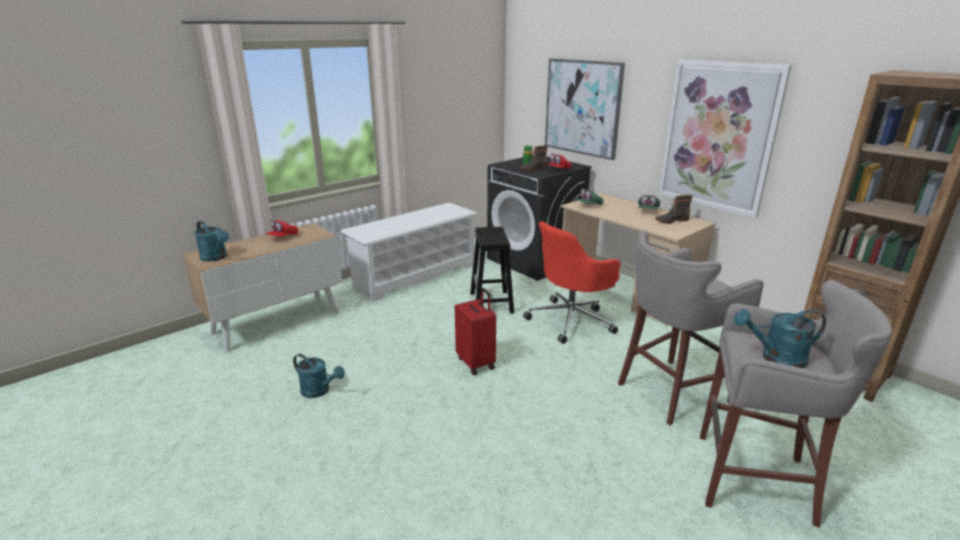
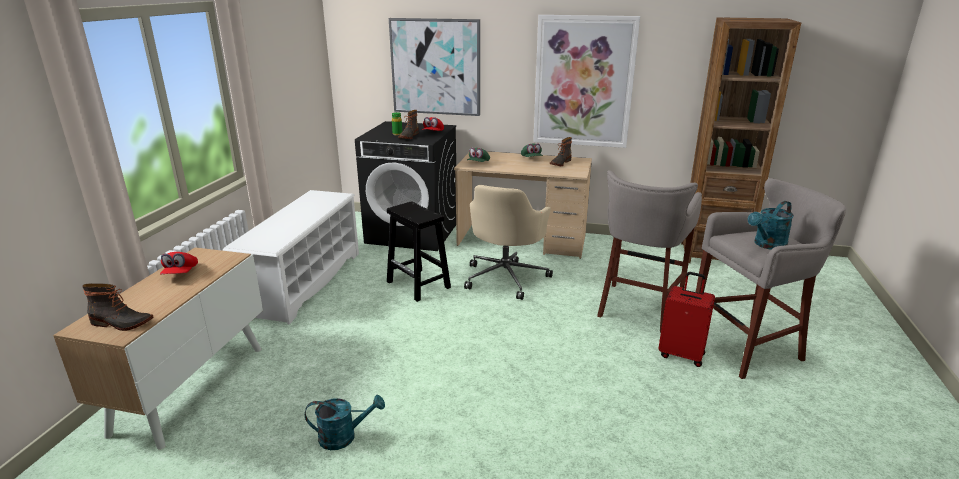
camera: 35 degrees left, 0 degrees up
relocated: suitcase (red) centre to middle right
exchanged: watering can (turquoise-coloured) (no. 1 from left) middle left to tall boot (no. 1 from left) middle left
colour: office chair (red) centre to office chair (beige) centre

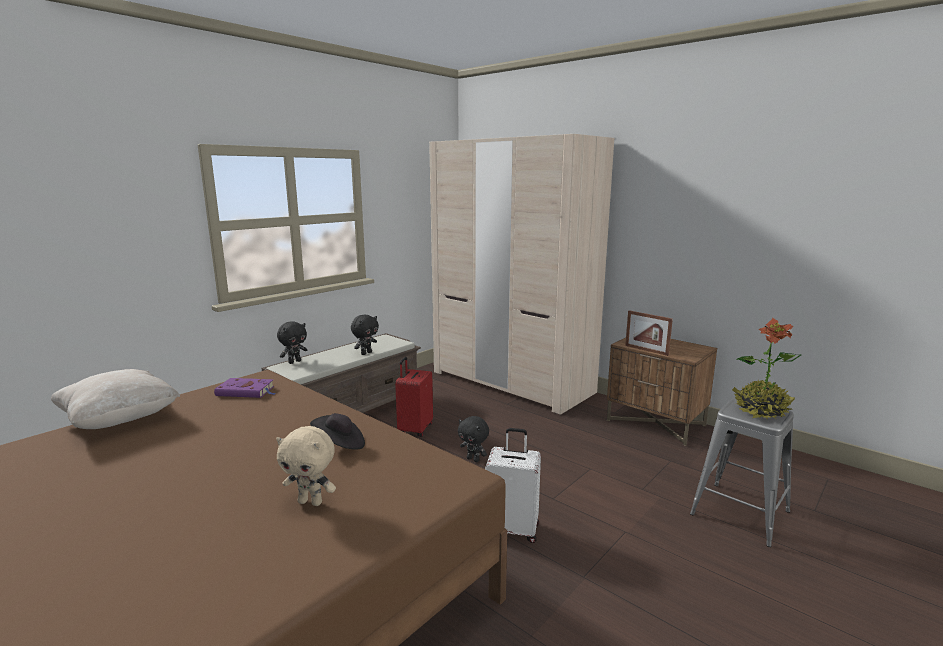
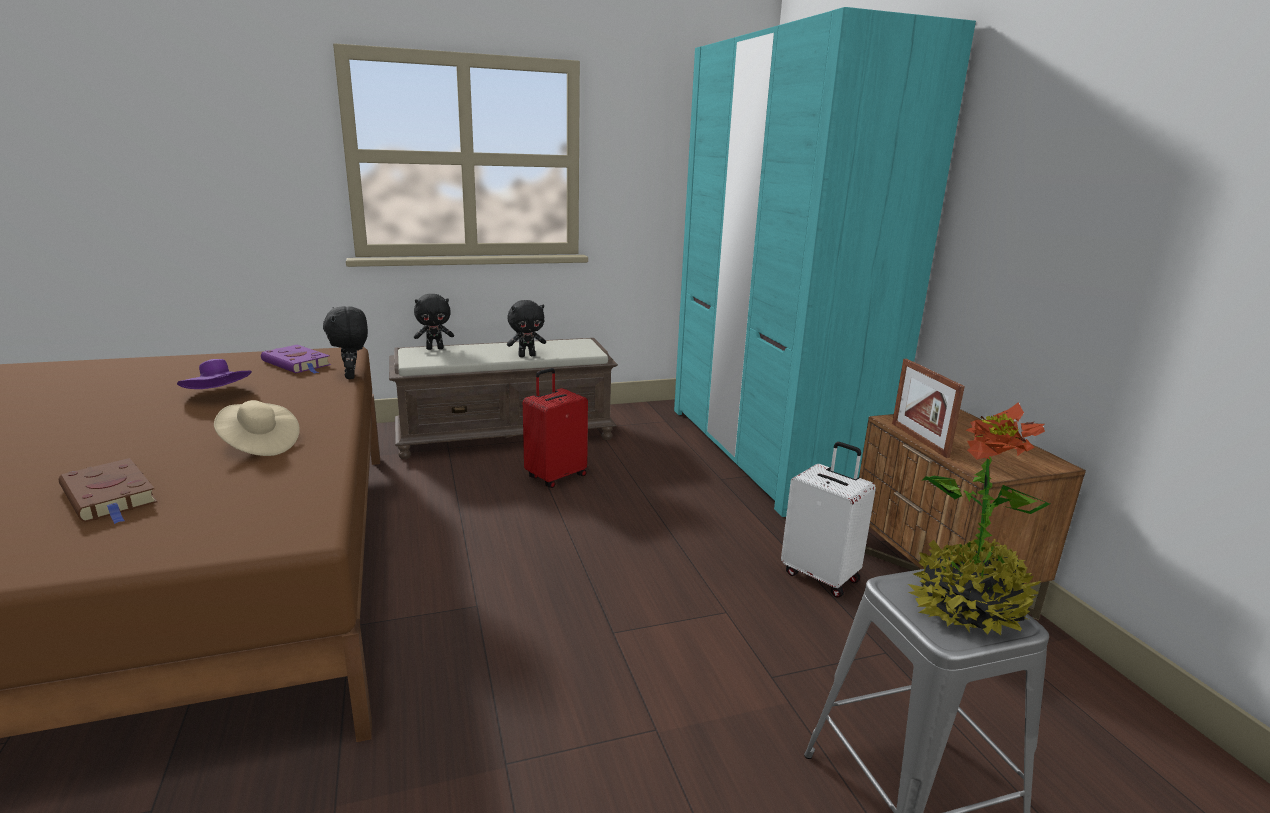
camera: 30 degrees right, 5 degrees up
missing: throw pillow (beige) middle left
appeared: wearable hat (purple) middle left
relocated: soft toy (black) (no. 3 from left in the first image) bottom centre to soft toy (black) (no. 1 from left) middle left; suitcase (white-coloured) bottom centre to centre
exchanged: soft toy (beige) bottom left to volume (brown-coloured) middle left
colour: wearable hat (black) bottom centre to wearable hat (beige) middle left; clothes cupboard (beige) centre to clothes cupboard (turquoise-coloured) top centre

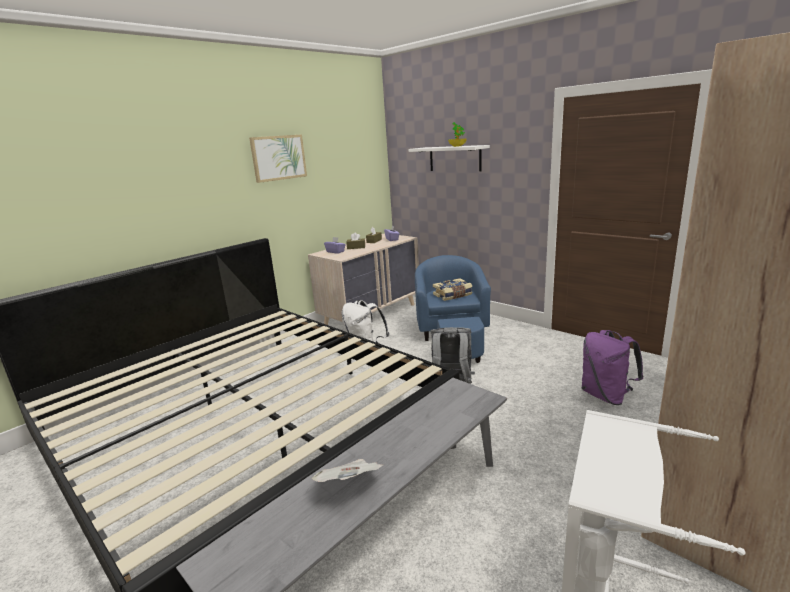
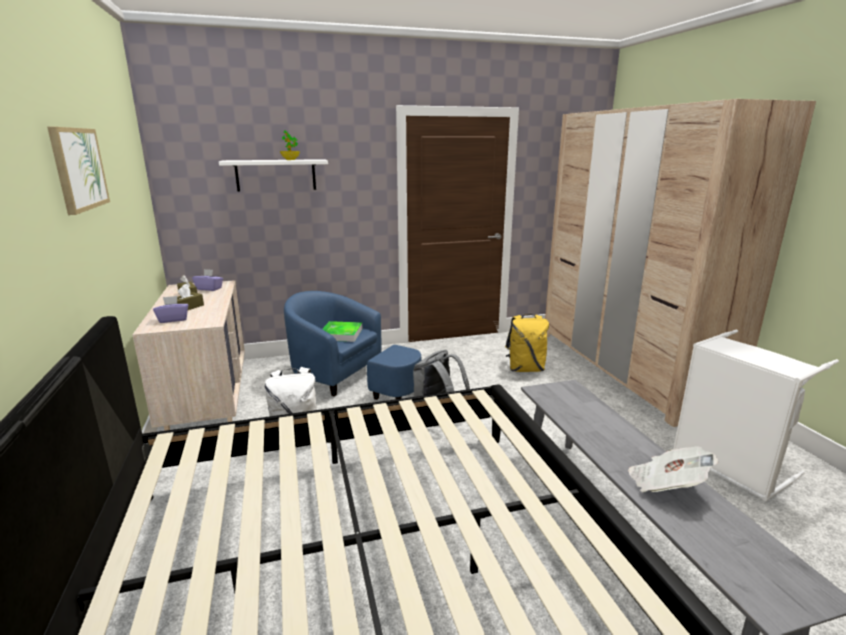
camera: 60 degrees left, 0 degrees up
exchanged: volume centre to carrying tray centre
colour: rucksack (purple) middle right to rucksack (yellowish) centre

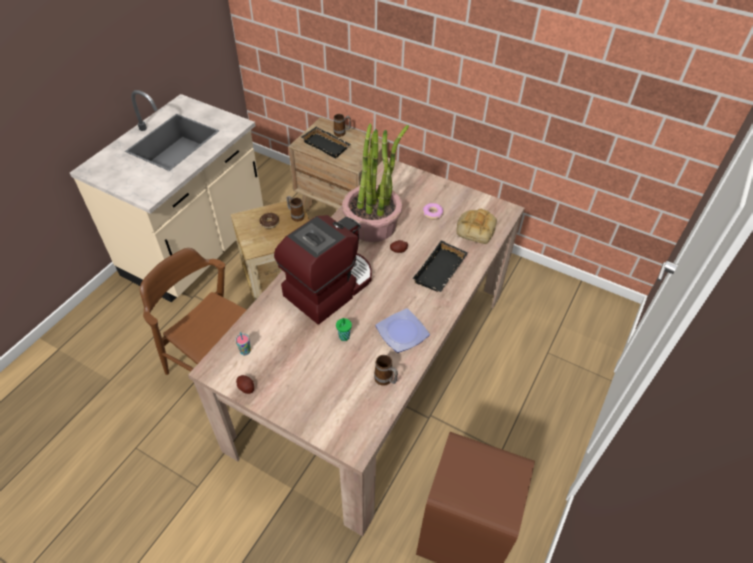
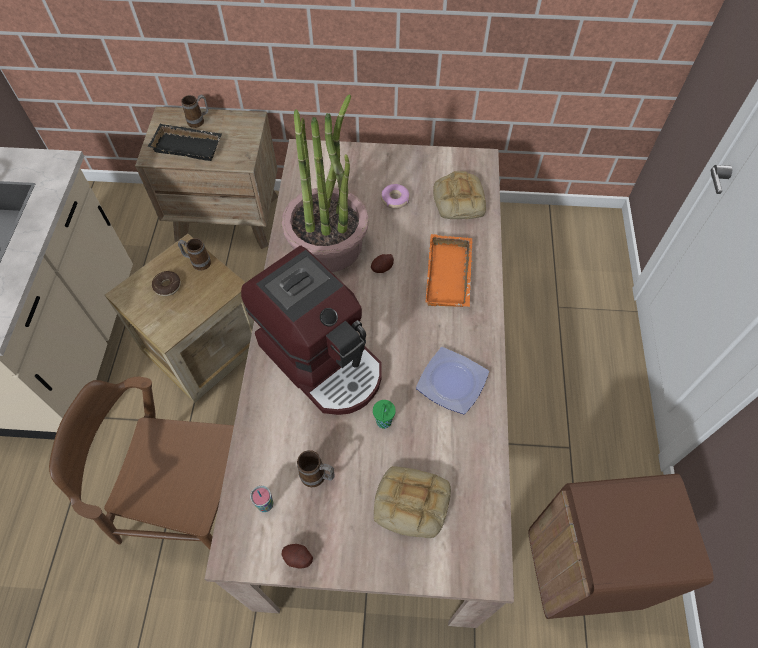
camera: 25 degrees left, 10 degrees up
appeared: bakery bread (no. 1 from left) bottom centre
relocated: coffee mug (no. 3 from left) centre to bottom centre
colour: carrying tray (black) (no. 2 from left) centre to carrying tray (orange-coloured) centre
spun: coffee brewer centre = centre 120 degrees clockwise

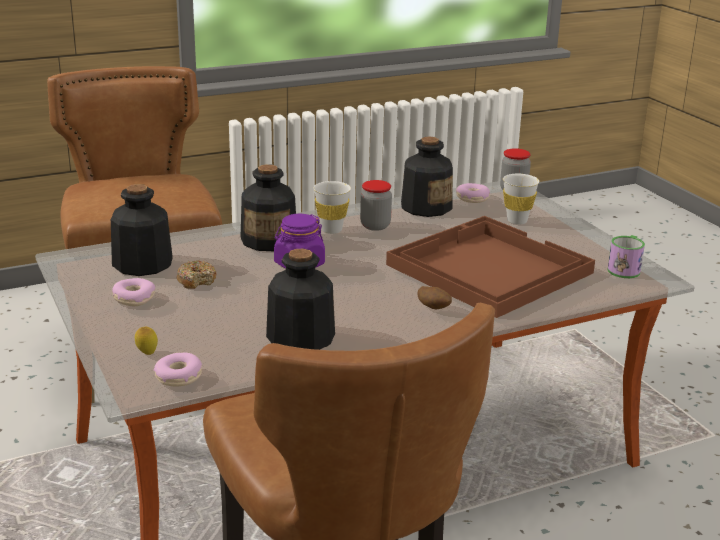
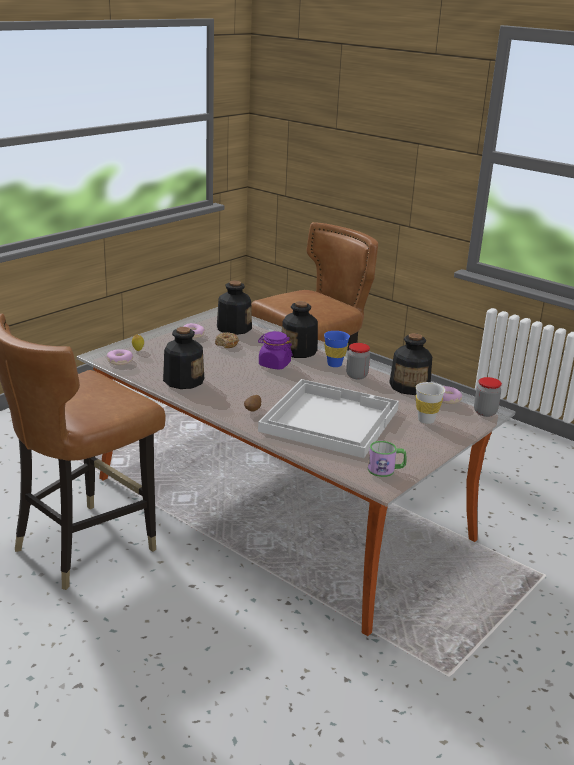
camera: 65 degrees right, 0 degrees up
colour: carrying tray (brown-coloured) middle right to carrying tray (white-coloured) centre; drinking cup (white-coloured) (no. 1 from left) centre to drinking cup (bluish) centre

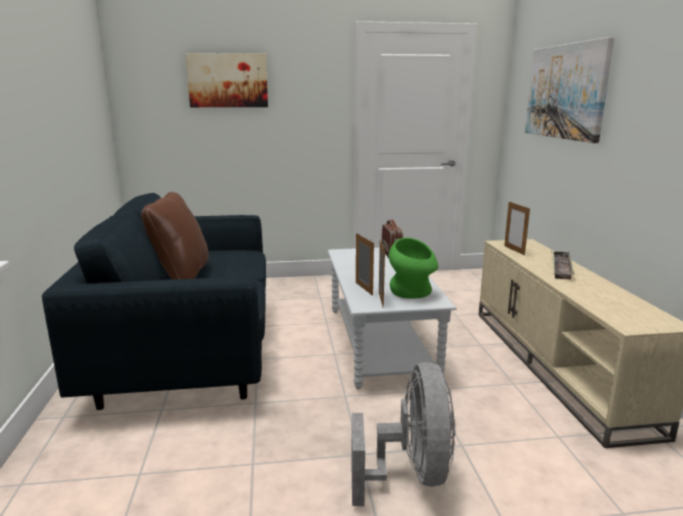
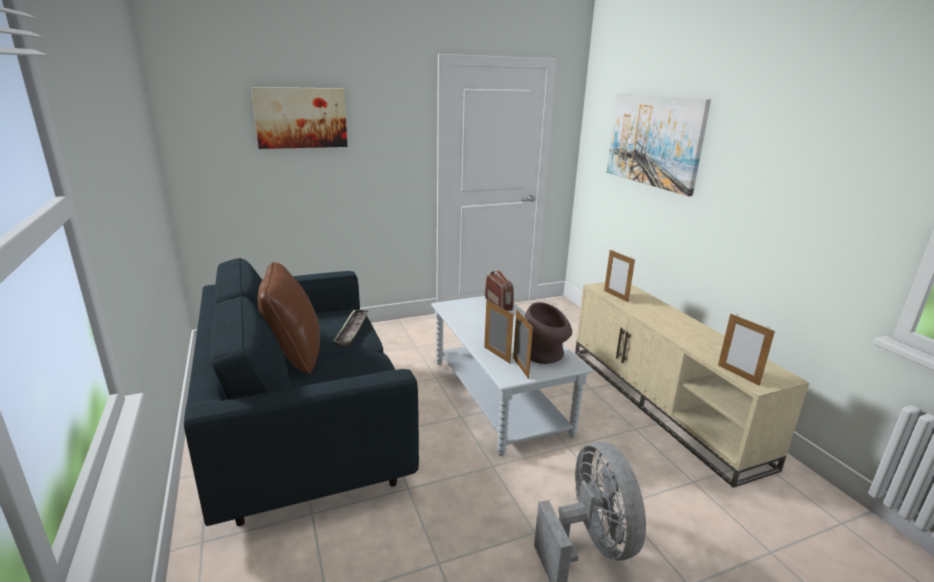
camera: 15 degrees left, 5 degrees up
appeared: picture frame (no. 4 from left) middle right
relocated: carrying tray middle right to centre
colour: flower vase (green-coloured) centre to flower vase (brown-coloured) centre

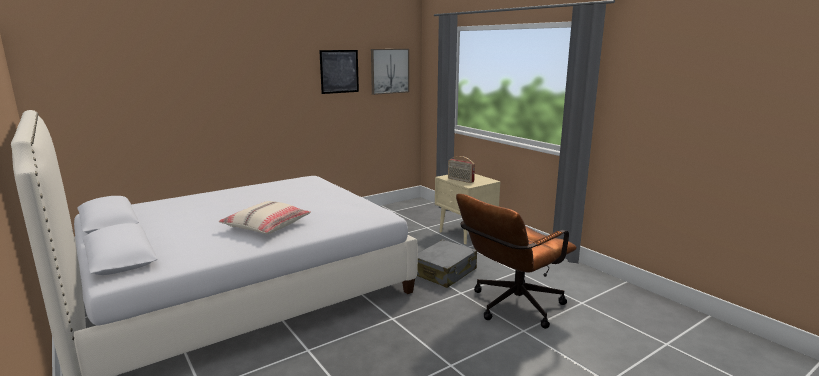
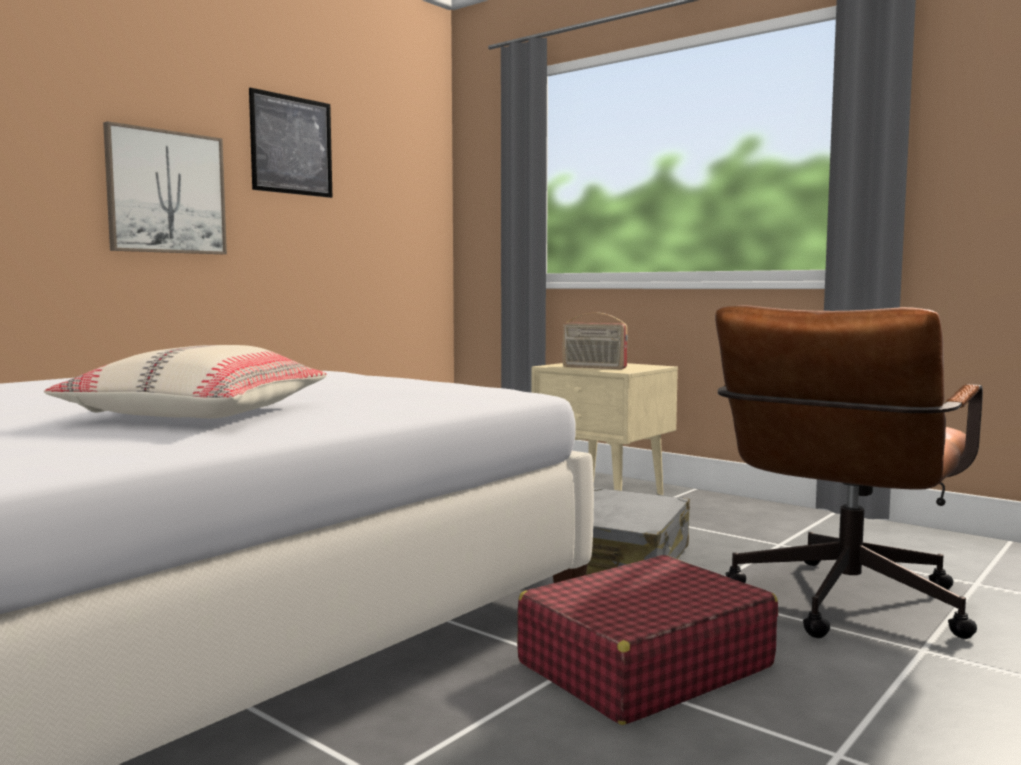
camera: 15 degrees left, 10 degrees down
appeared: suitcase (red) bottom centre
relocated: wall picture (no. 2 from left in the first image) top centre to wall picture (no. 1 from left) top left

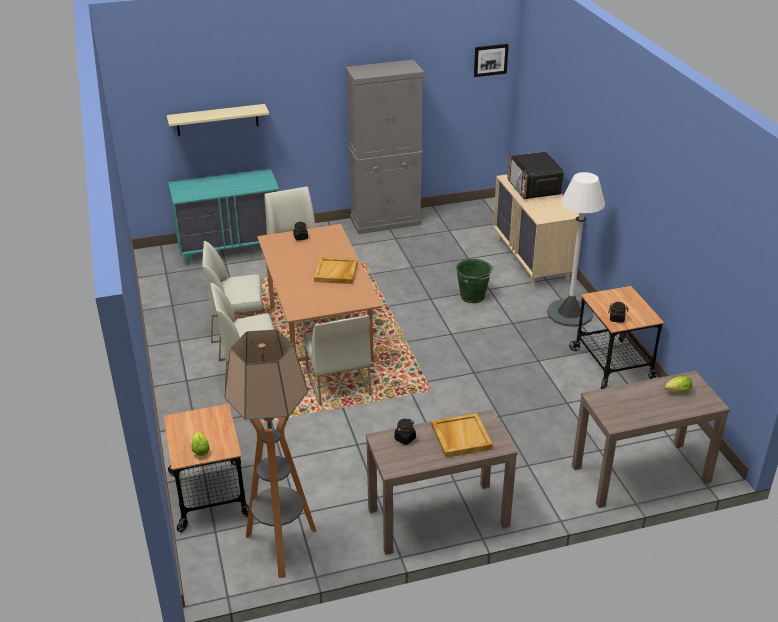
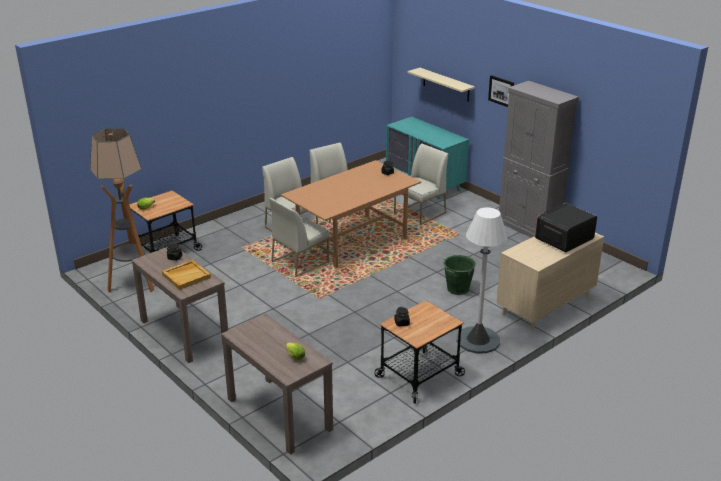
camera: 65 degrees right, 5 degrees down
missing: carrying tray (beige) (no. 1 from left) centre
relocated: wall picture top centre to top right

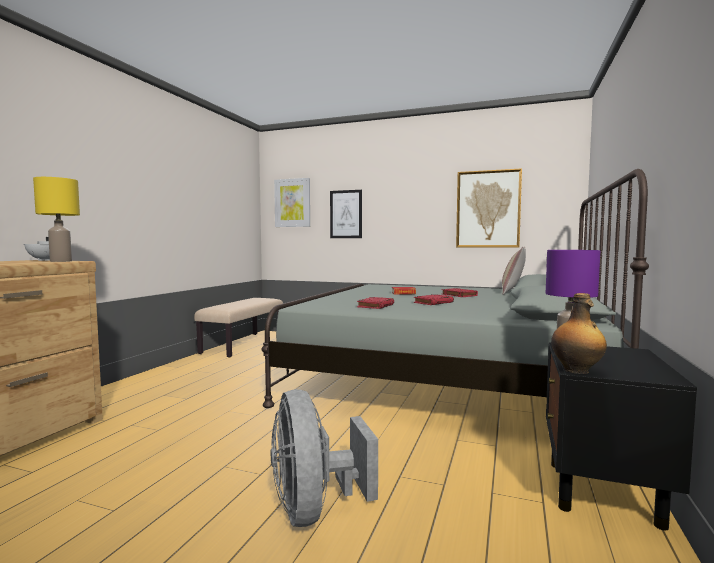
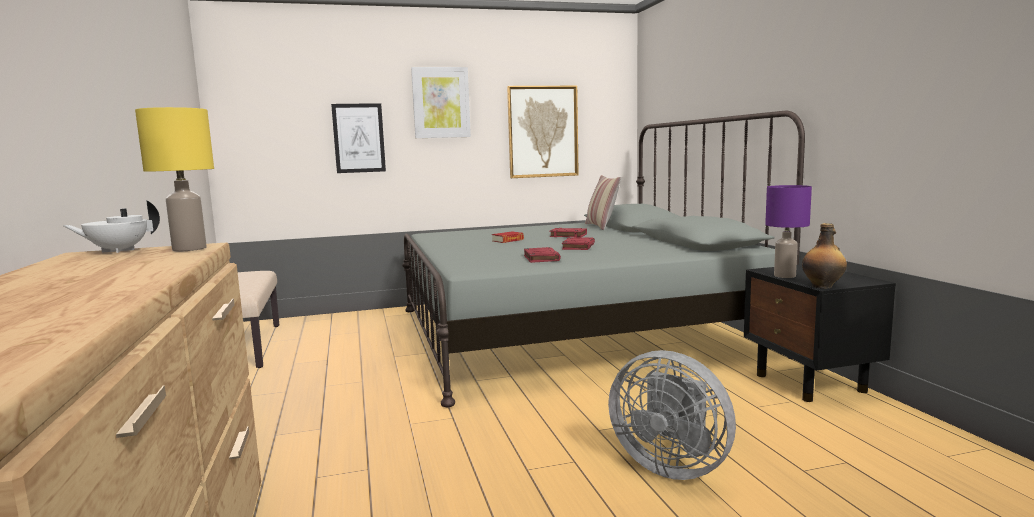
camera: 35 degrees left, 5 degrees up
relocated: wall picture (no. 1 from left in the first image) centre to wall picture (no. 2 from left) top centre

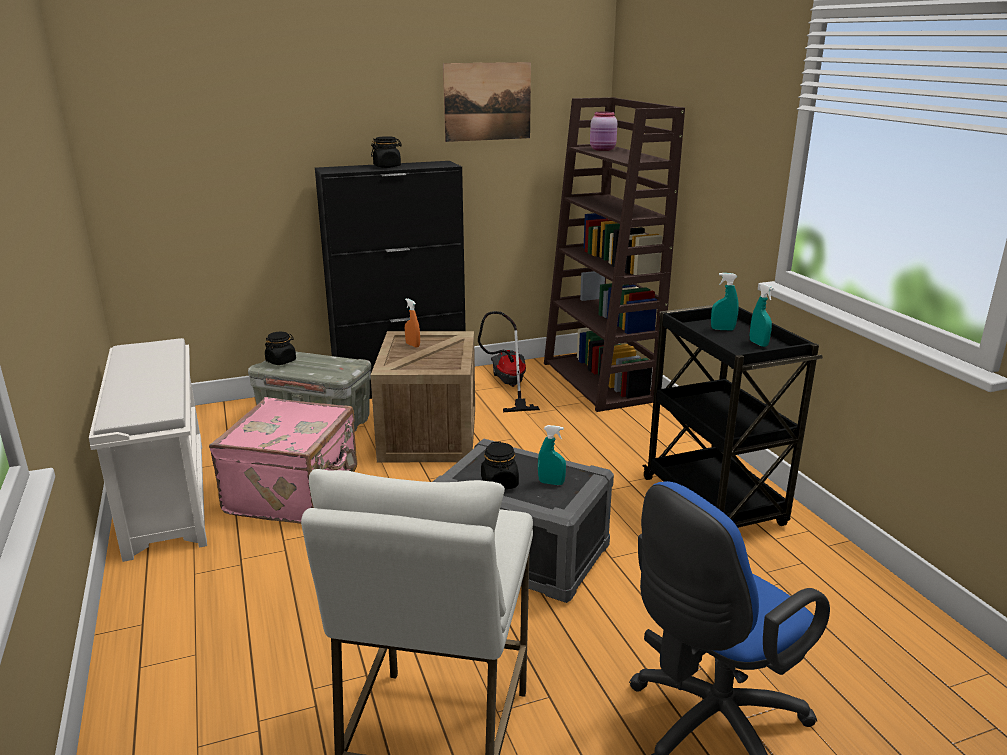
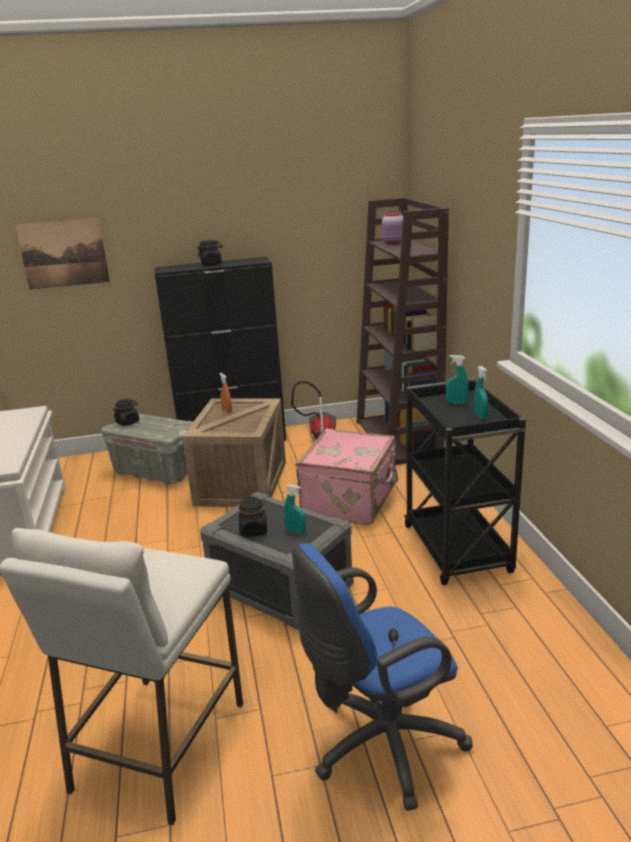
camera: 10 degrees right, 0 degrees up
relocated: wall picture top centre to top left; suitcase (pink) middle left to centre

